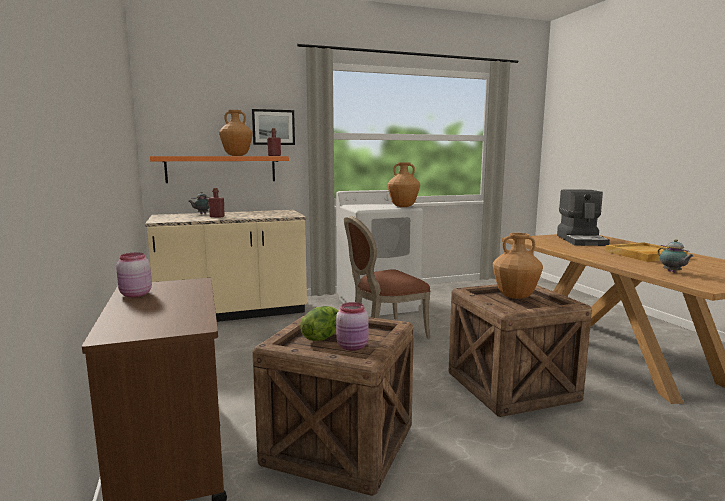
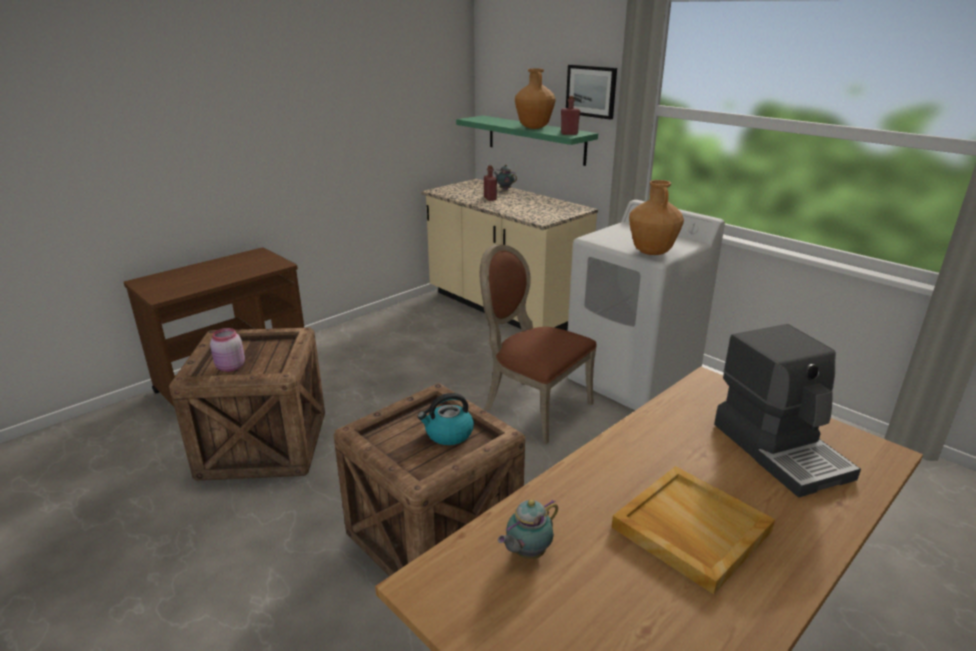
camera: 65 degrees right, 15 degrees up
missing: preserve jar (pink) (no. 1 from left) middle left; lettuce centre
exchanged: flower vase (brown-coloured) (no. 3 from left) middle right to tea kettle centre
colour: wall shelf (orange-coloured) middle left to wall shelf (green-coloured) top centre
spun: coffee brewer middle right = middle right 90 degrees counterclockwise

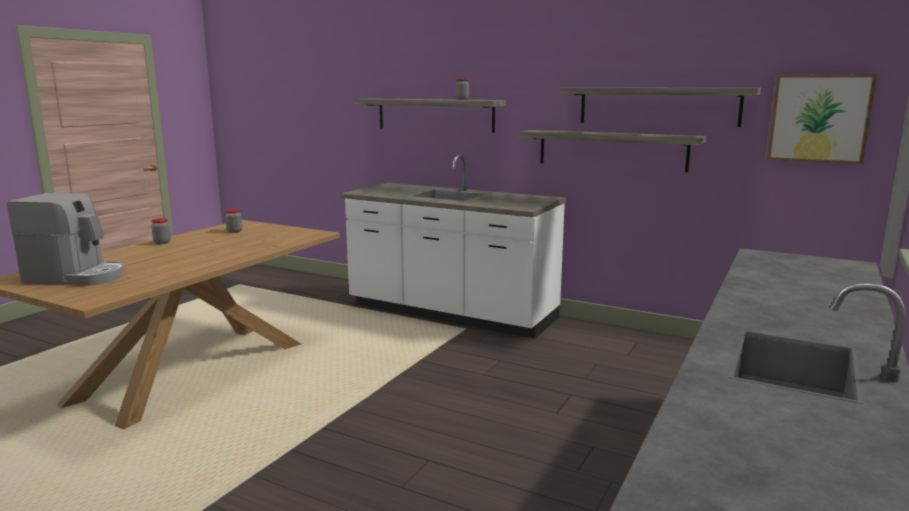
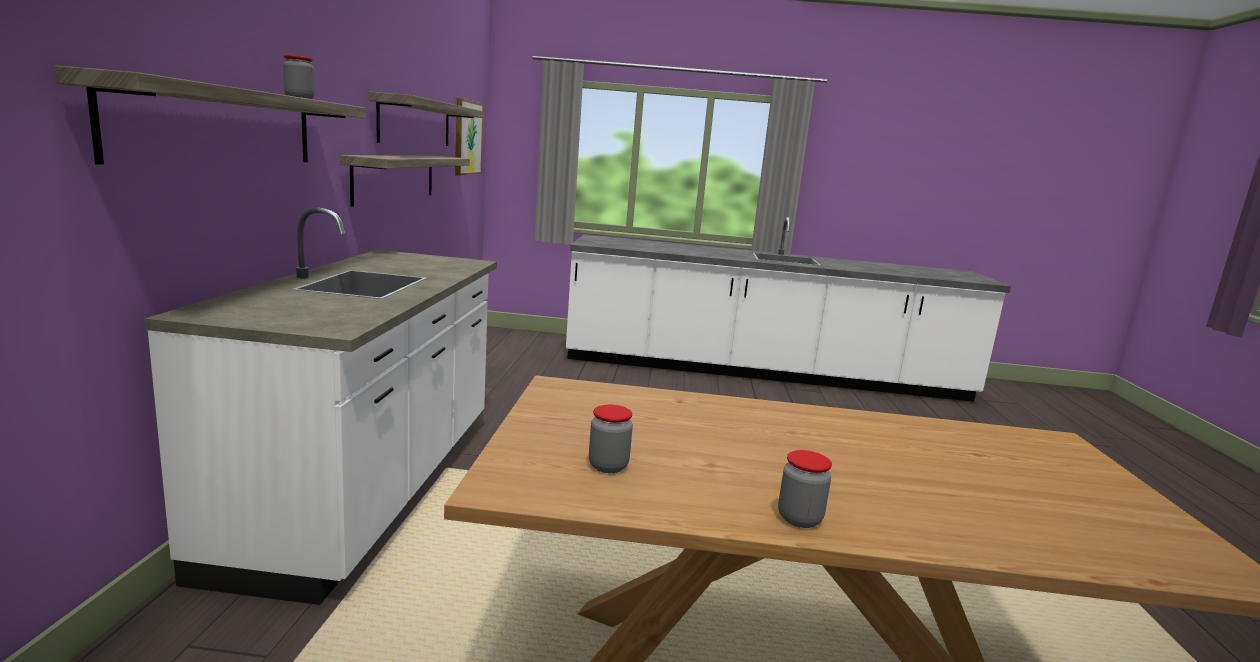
camera: 115 degrees left, 0 degrees up
missing: coffee brewer middle left

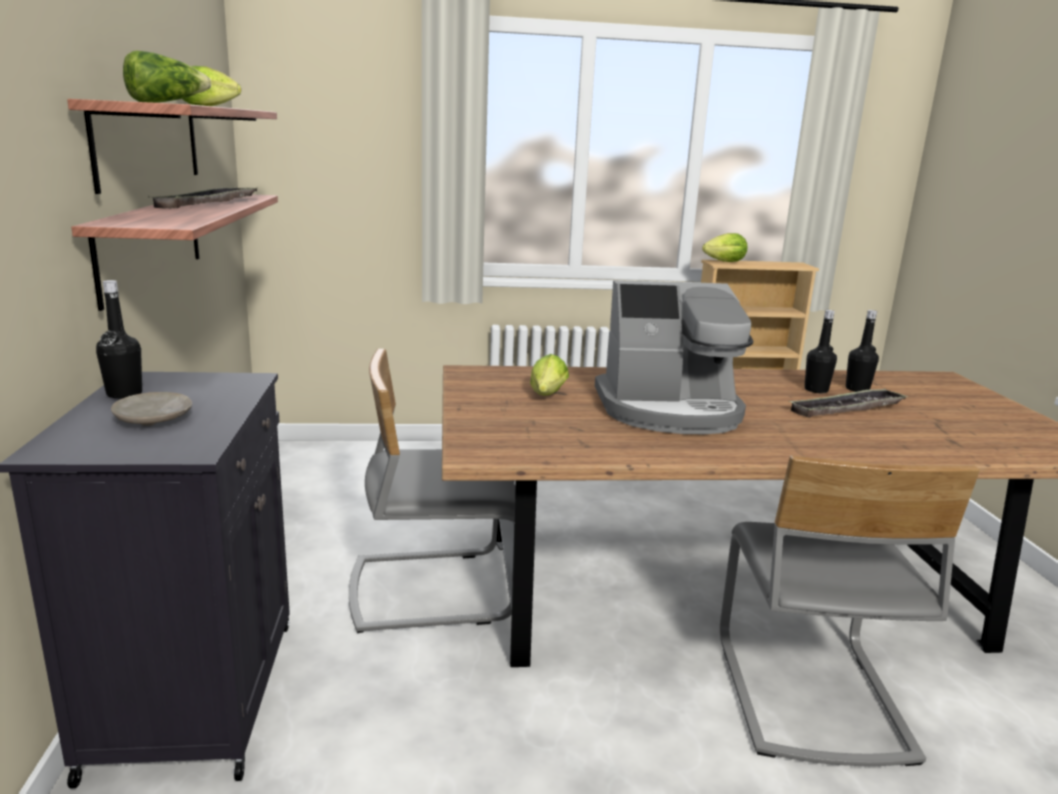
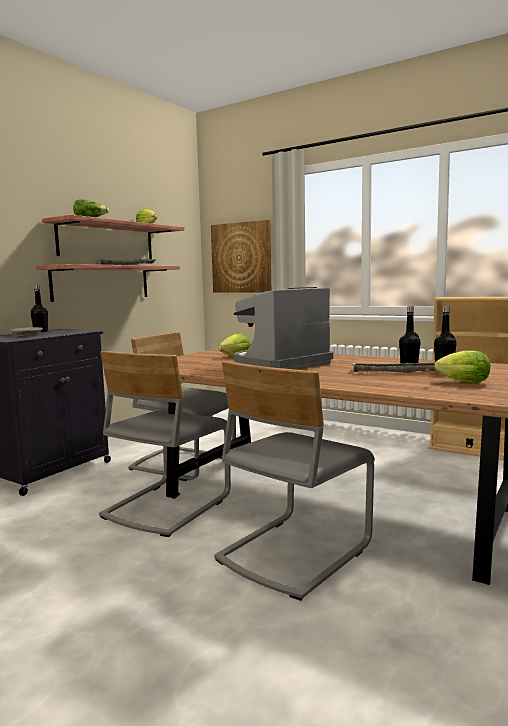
camera: 40 degrees right, 10 degrees down
appeared: plain chair (greyish) (no. 1 from left) middle left; wall picture centre
relocated: lettuce (no. 4 from left) top right to middle right
spun: coffee brewer centre = centre 105 degrees clockwise

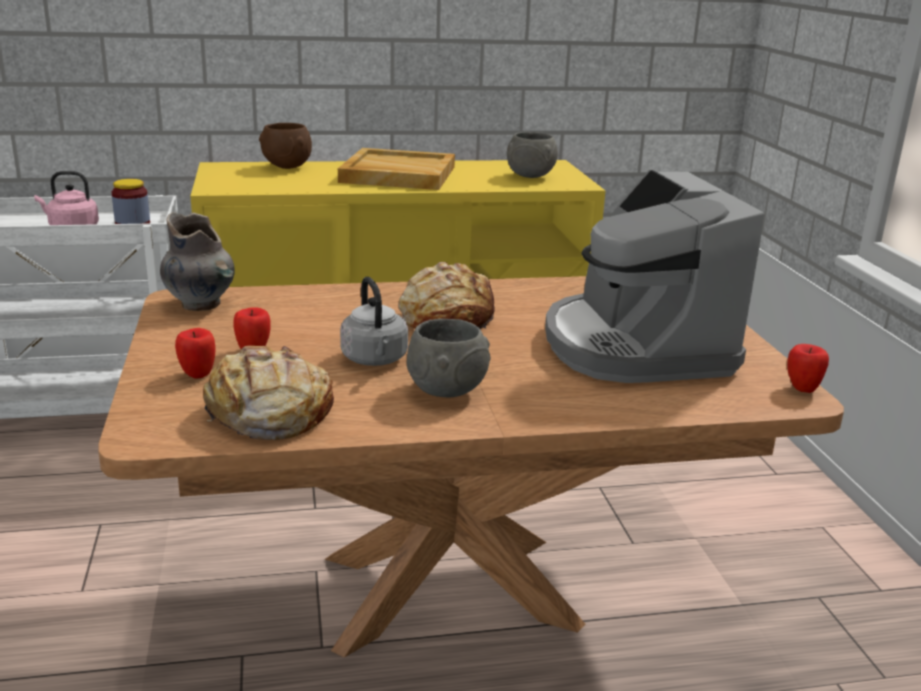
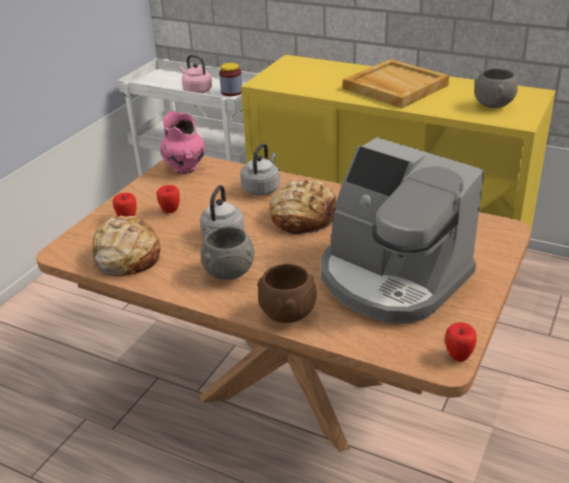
camera: 40 degrees right, 10 degrees up
appeared: tea kettle (greyish) (no. 2 from left) centre
relocated: deep dish (brown-coloured) top left to centre
colour: flower vase (greyish) middle left to flower vase (pink) top left
spun: coffee brewer middle right = middle right 75 degrees counterclockwise

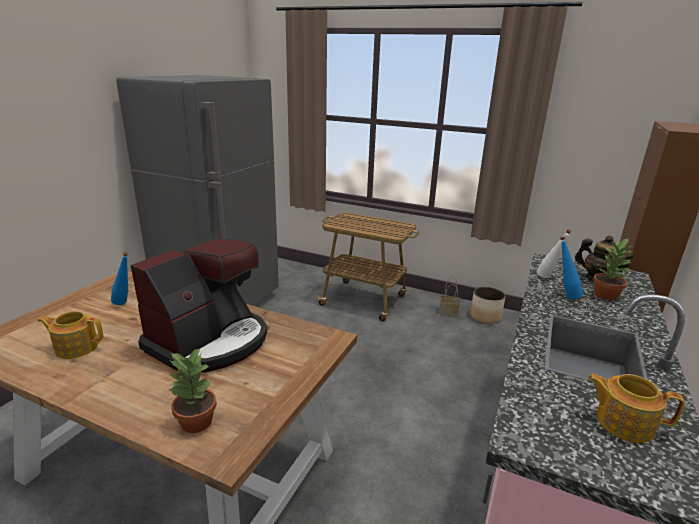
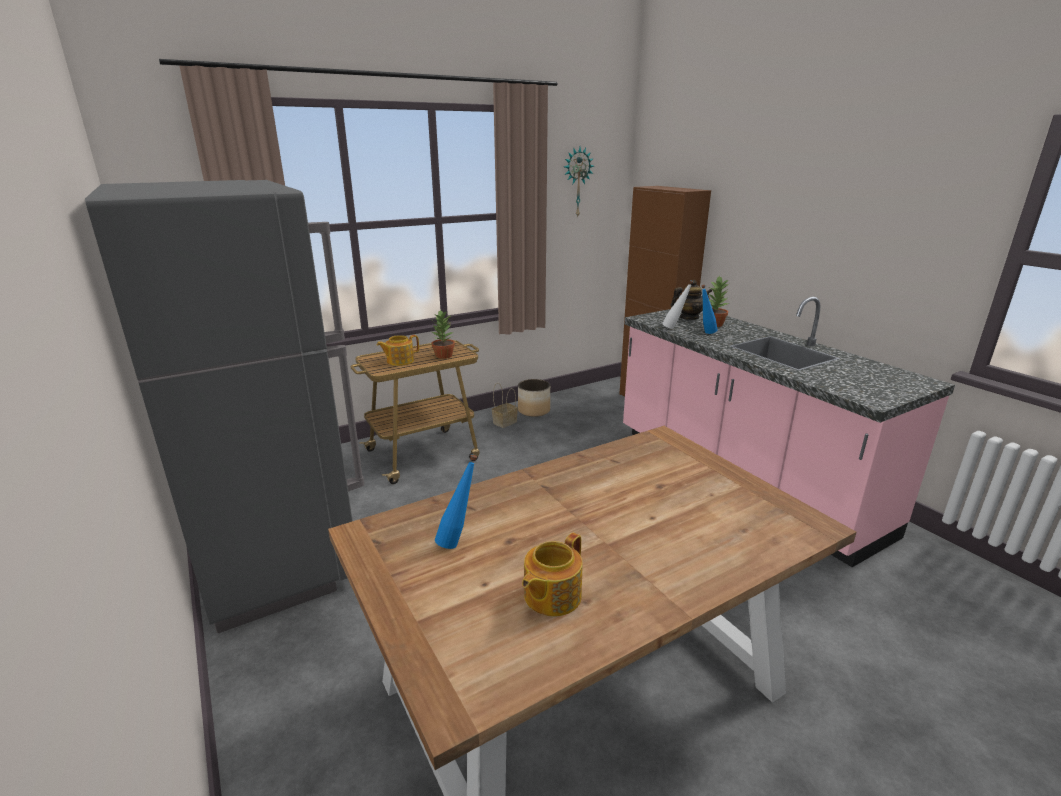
camera: 55 degrees left, 0 degrees up
missing: coffee brewer middle left
appeared: wall clock top centre
relocated: teapot (no. 3 from left in the first image) bottom right to teapot (no. 1 from left) centre; plant in a pot (no. 1 from left) bottom left to centre

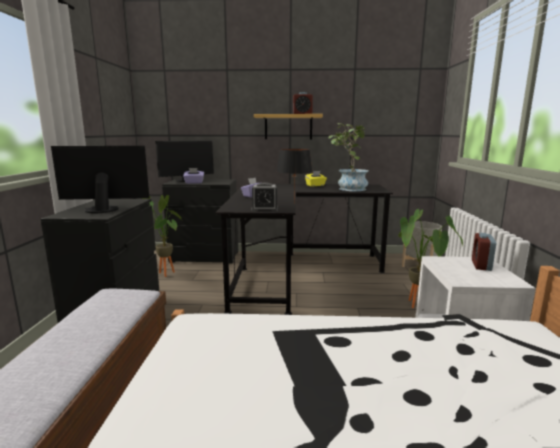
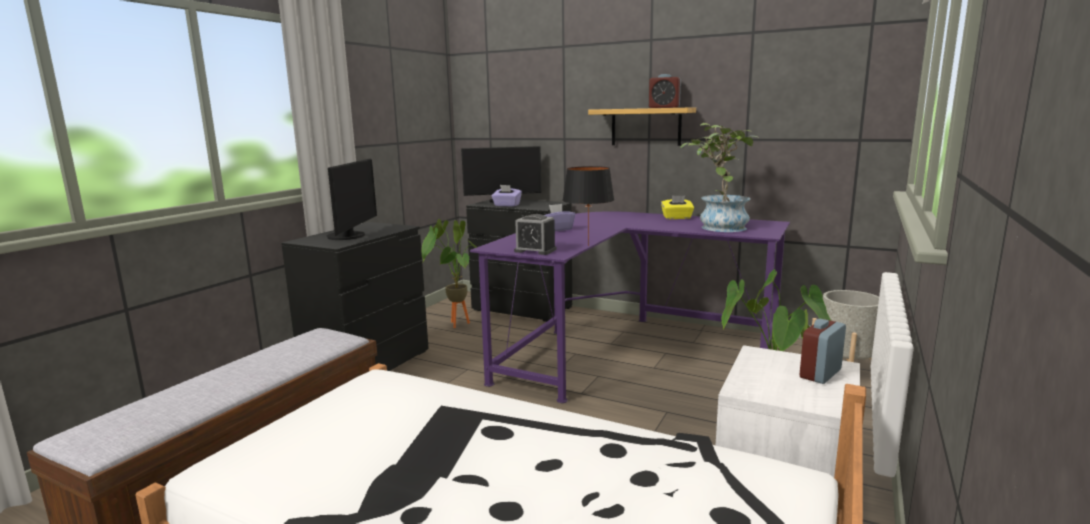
camera: 25 degrees right, 0 degrees up
colour: desk unit (black) centre to desk unit (purple) centre
spun: computer screen (no. 1 from left) middle left = middle left 75 degrees clockwise

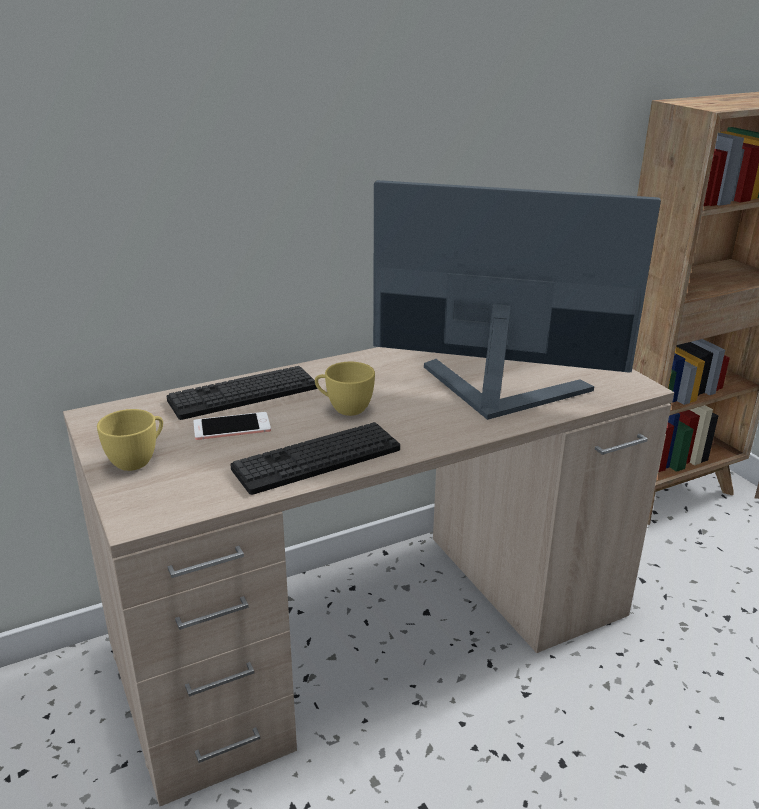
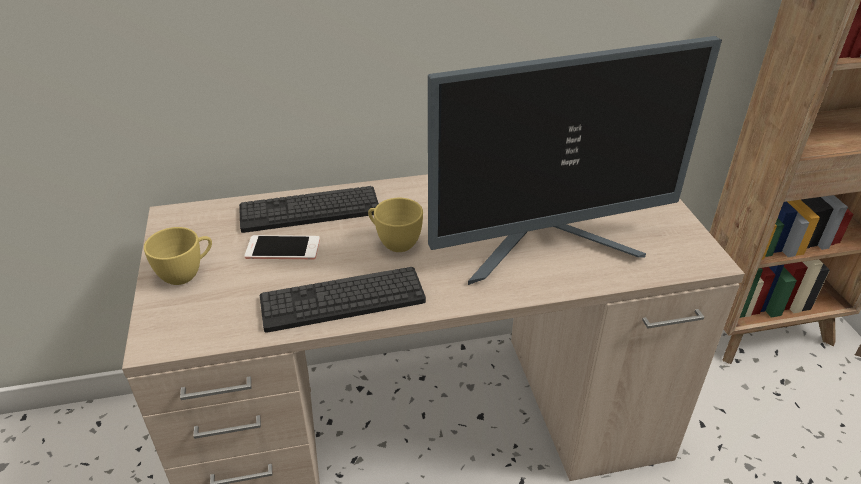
camera: 15 degrees right, 10 degrees up
spun: computer screen middle right = top right 135 degrees clockwise

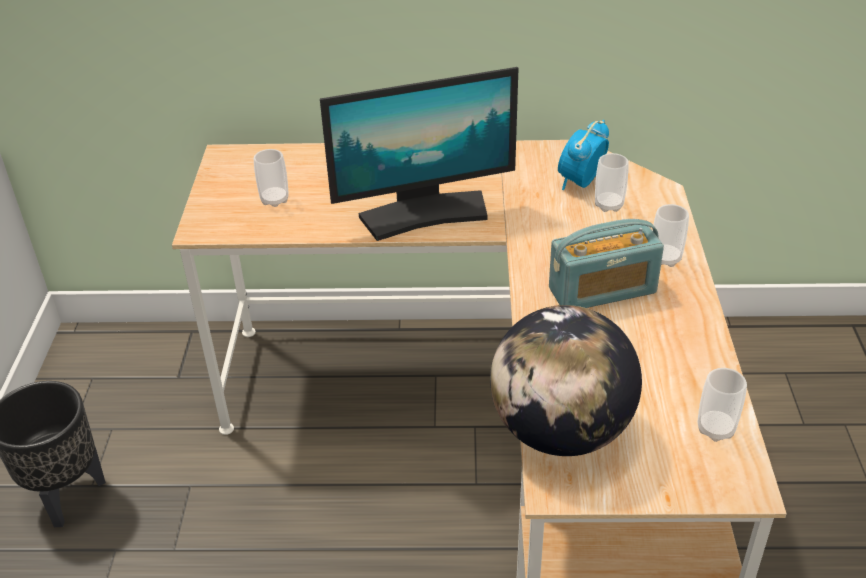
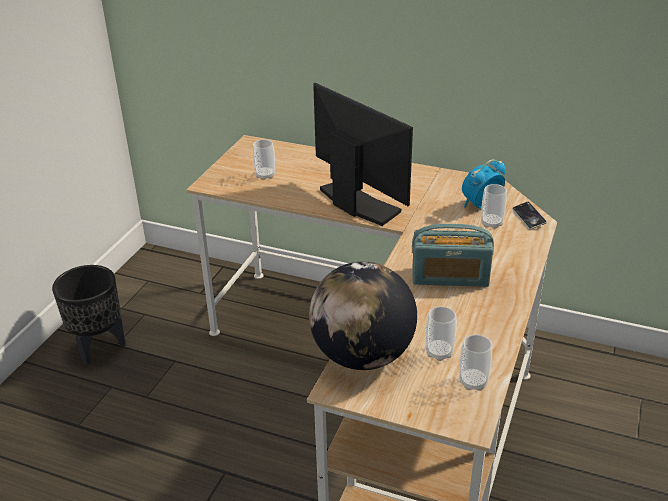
camera: 20 degrees right, 5 degrees down
appeared: handset middle right
relocated: drinking cup (no. 3 from left in the first image) middle right to drinking cup (no. 2 from left) centre
spun: computer screen top centre = top centre 135 degrees counterclockwise

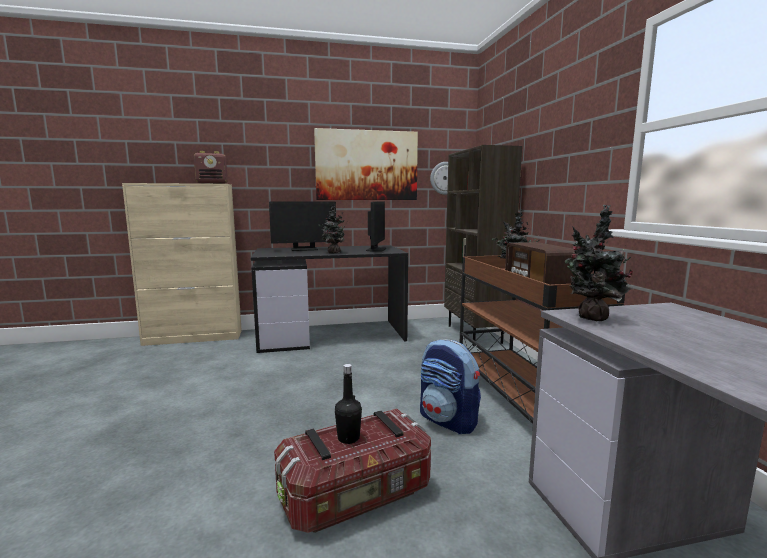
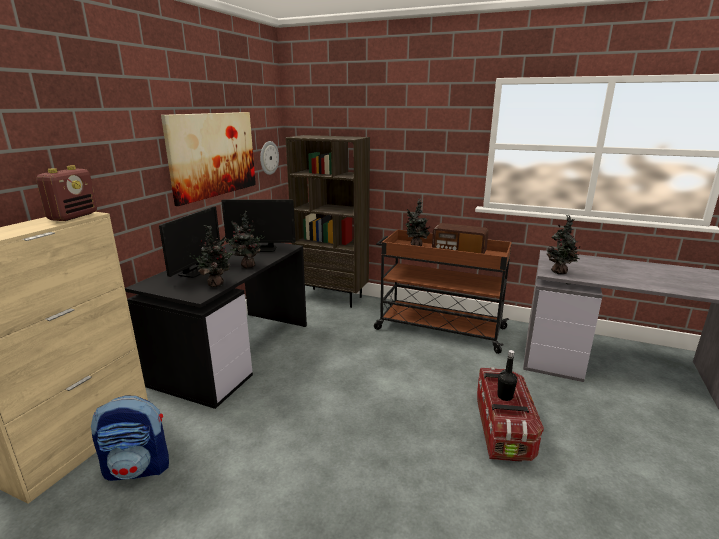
camera: 55 degrees left, 10 degrees up
appeared: plant in a pot (no. 1 from left) middle left
relocated: rucksack bottom centre to bottom left
spun: computer screen (no. 2 from left) centre = centre 135 degrees clockwise

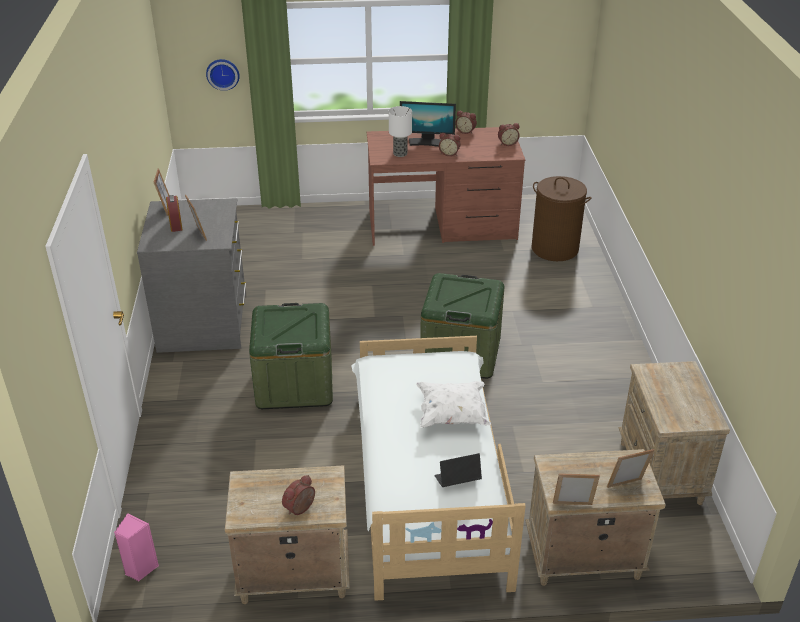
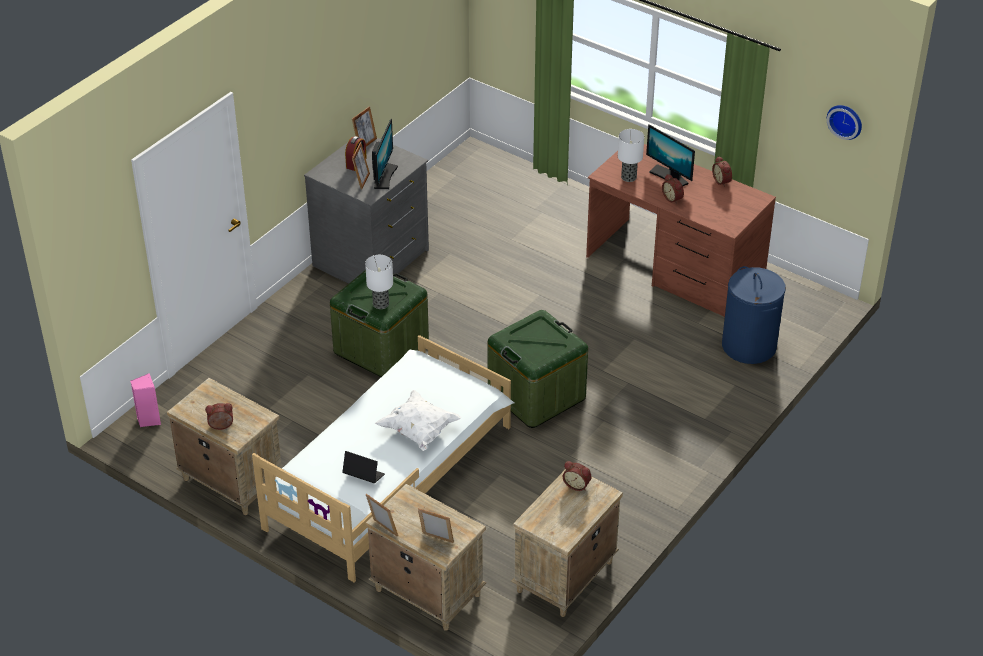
camera: 40 degrees right, 5 degrees up
appeared: lamp for a table (no. 1 from left) centre; computer screen (no. 1 from left) top centre
relocated: table clock (no. 5 from left in the first image) top centre to table clock (no. 3 from left) bottom centre; wall clock top left to top right
colour: hamper (brown-coloured) middle right to hamper (bluish) middle right

